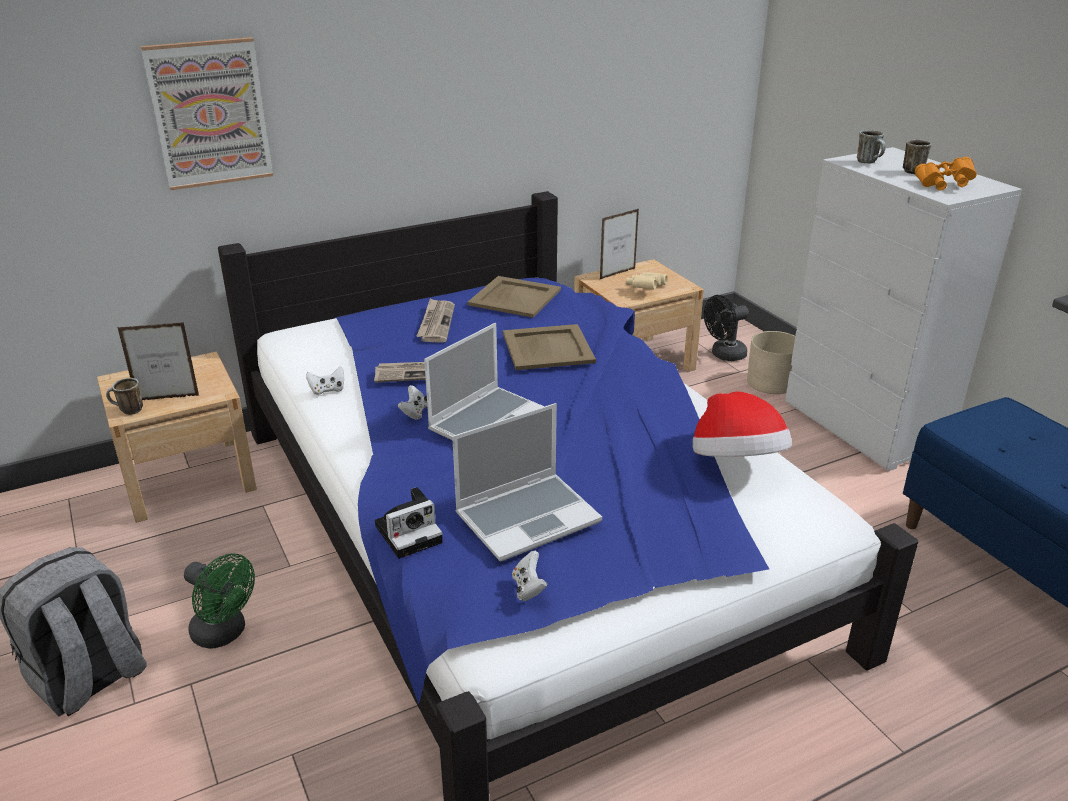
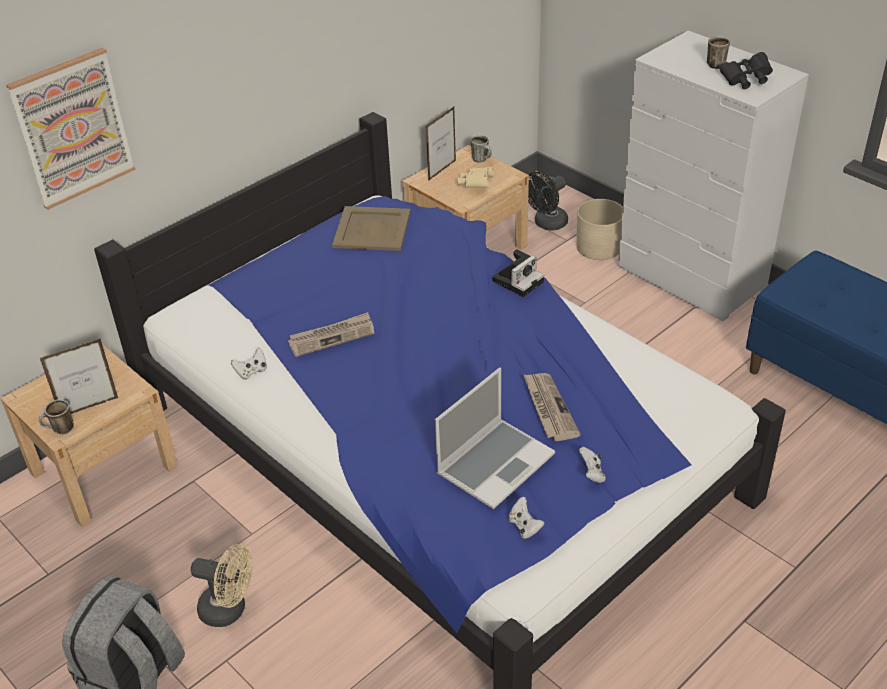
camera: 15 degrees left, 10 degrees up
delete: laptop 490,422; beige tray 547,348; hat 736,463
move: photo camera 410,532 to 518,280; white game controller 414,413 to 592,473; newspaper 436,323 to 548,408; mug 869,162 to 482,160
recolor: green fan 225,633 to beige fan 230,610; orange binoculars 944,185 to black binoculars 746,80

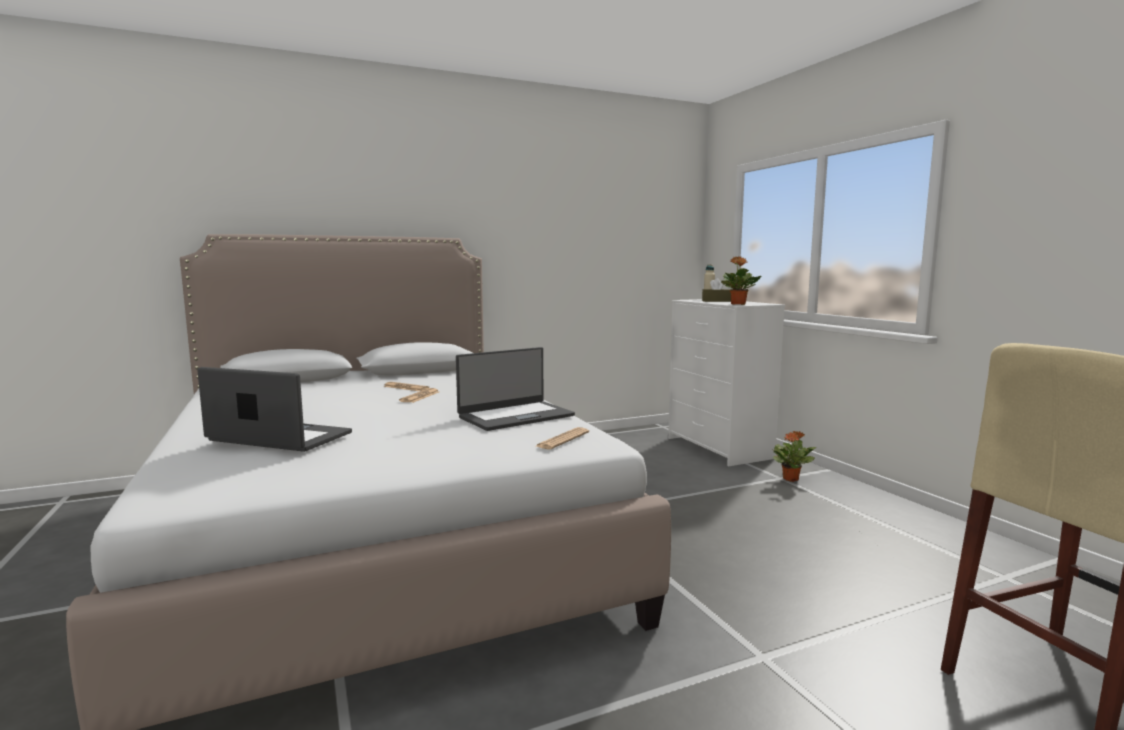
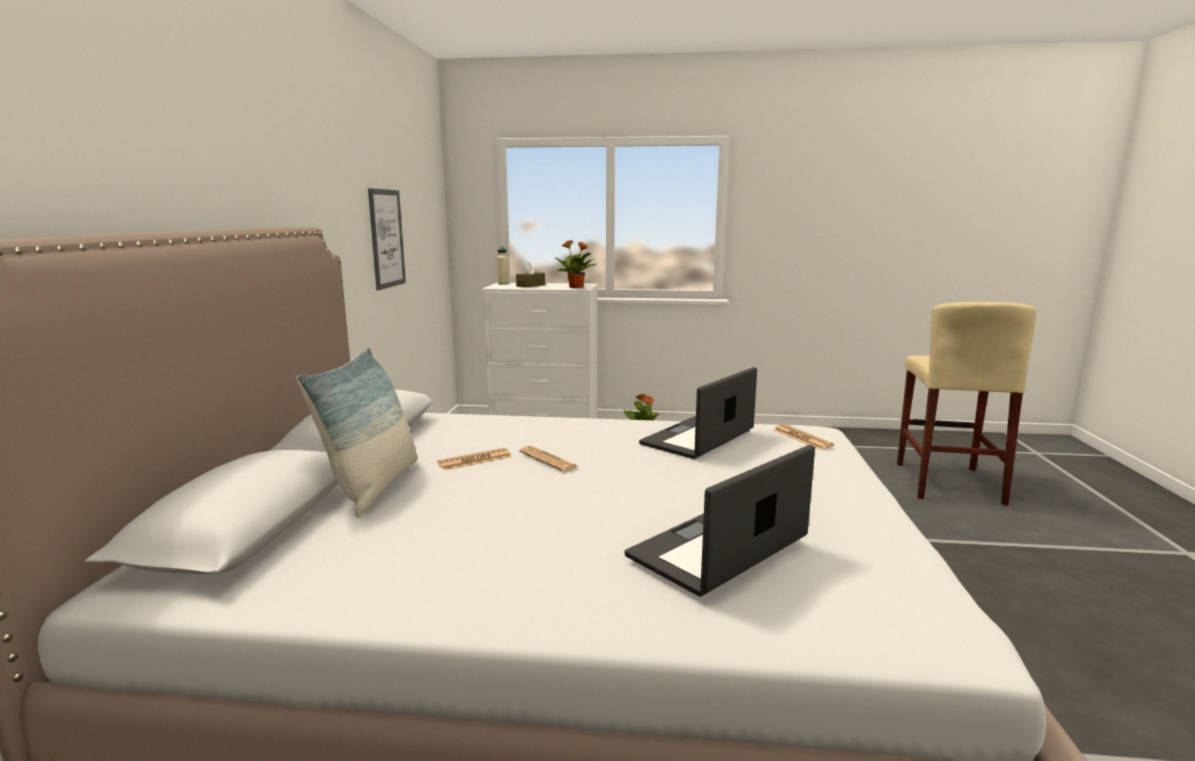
camera: 60 degrees left, 5 degrees up
insert: pillow 373,486; picture 387,238
rotate: laptop 515,416 = 699,438 135 degrees counterclockwise

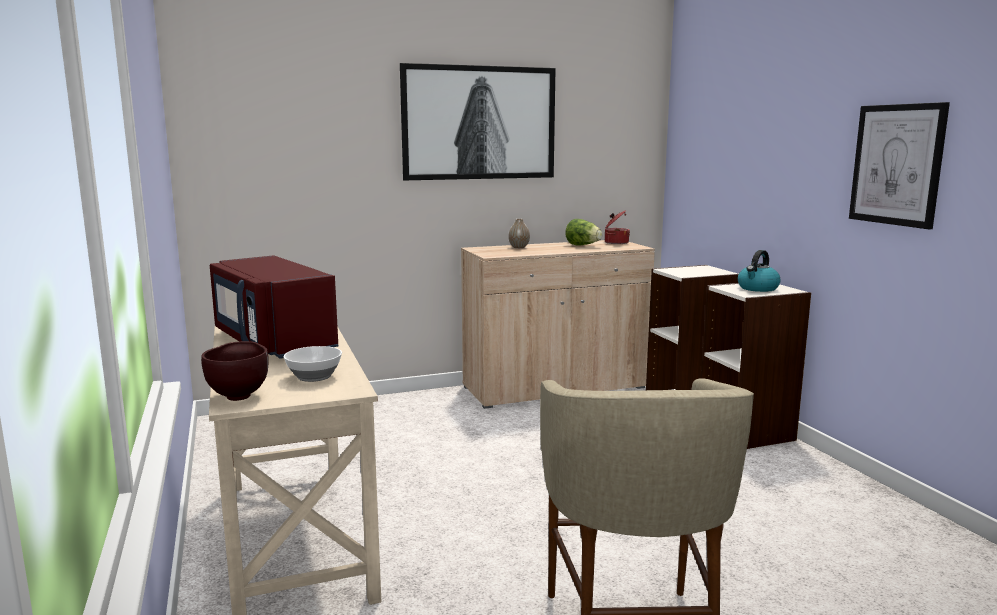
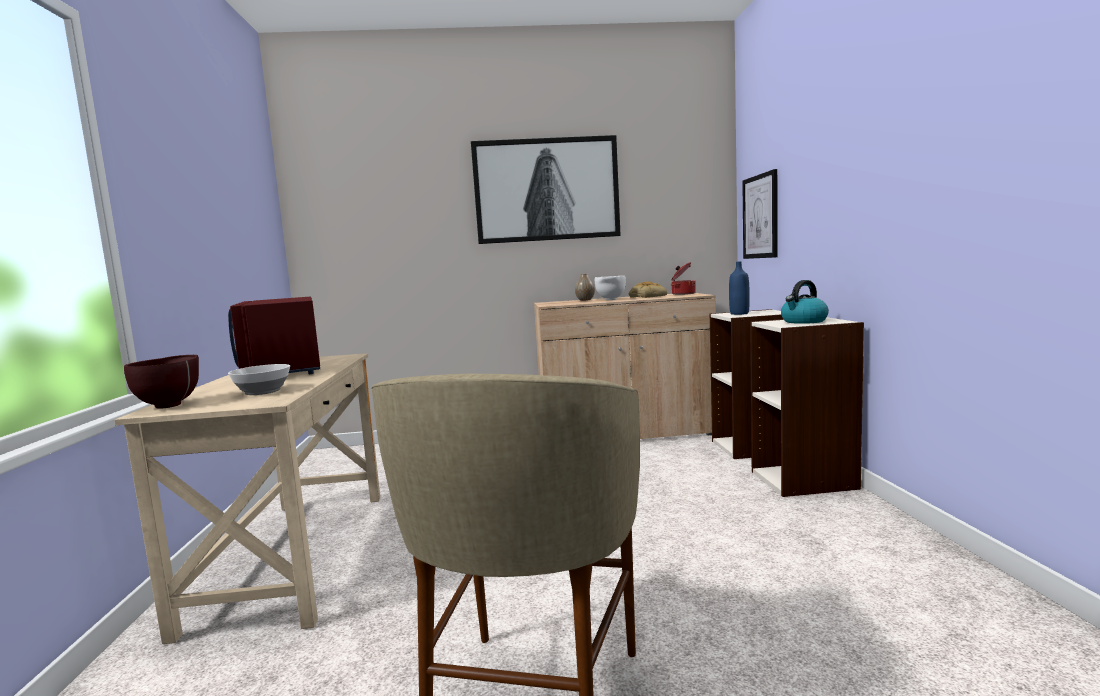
camera: 15 degrees right, 5 degrees down
insert: white bowl 610,300; blue bottle 739,313
move: picture 897,165 to 760,216
replace: lettuce 583,245 to bread 647,296

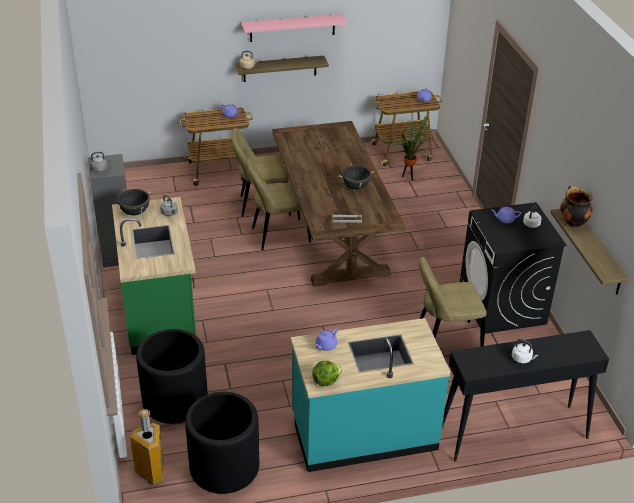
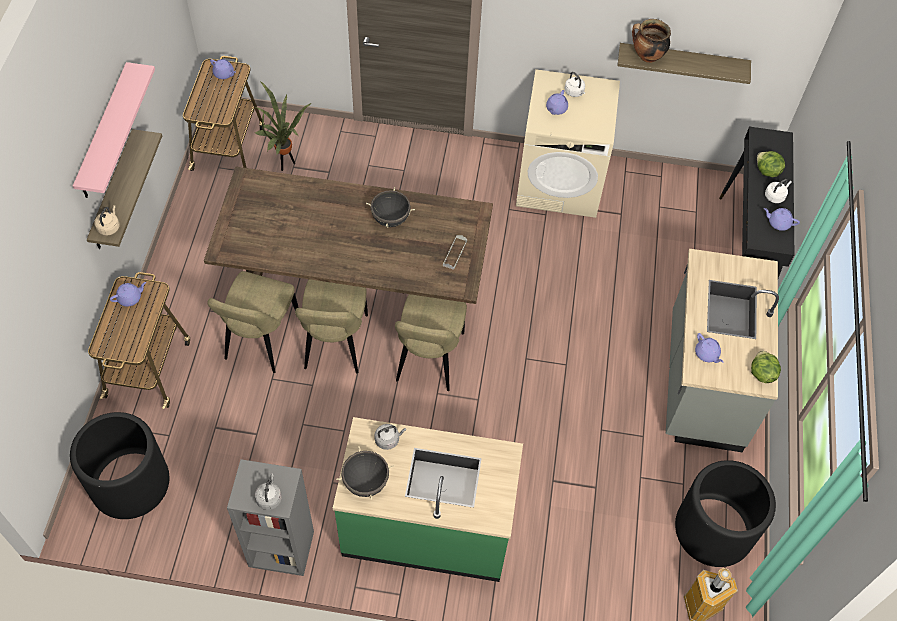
camera: 70 degrees left, 20 degrees up
insert: lettuce 767,171; purple teapot 778,223
move: black planter 175,400 to 130,483; beige chair 444,340 to 428,360
recolor: turquoise counter 363,432 to grey counter 702,381; black washing machine 502,306 to beige washing machine 560,182

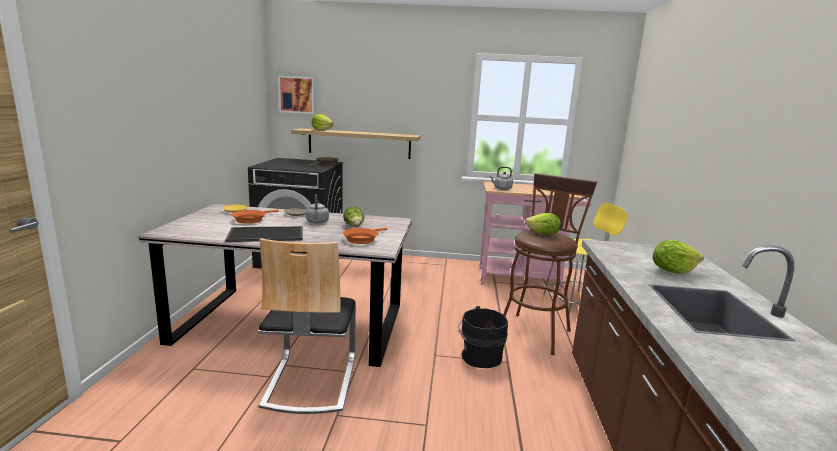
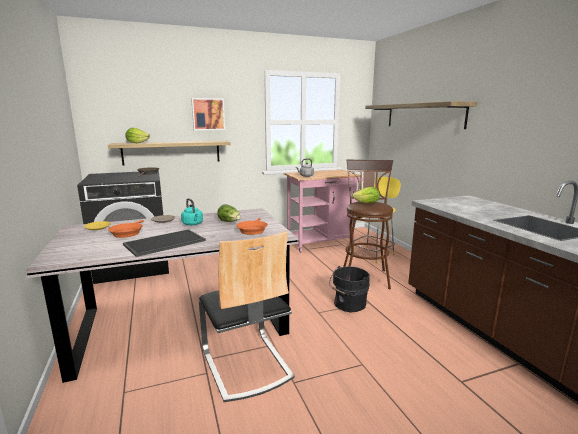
camera: 25 degrees left, 0 degrees up
delete: lettuce 672,271
insert: shelf 423,115
move: picture 297,94 to 208,114
recolor: grey kettle 317,222 to turquoise kettle 193,224

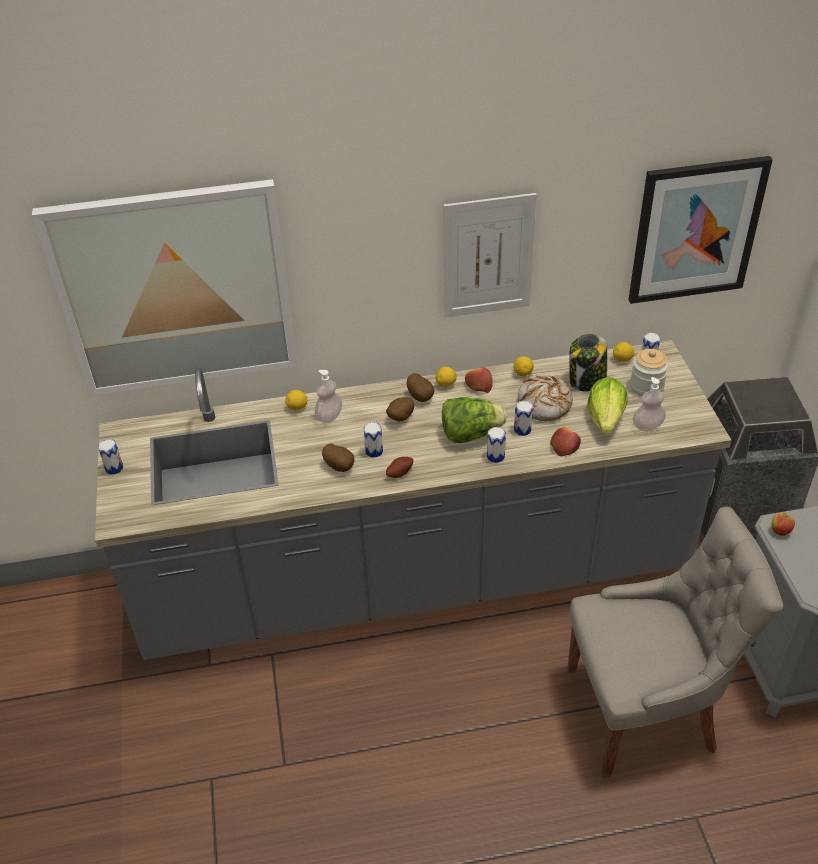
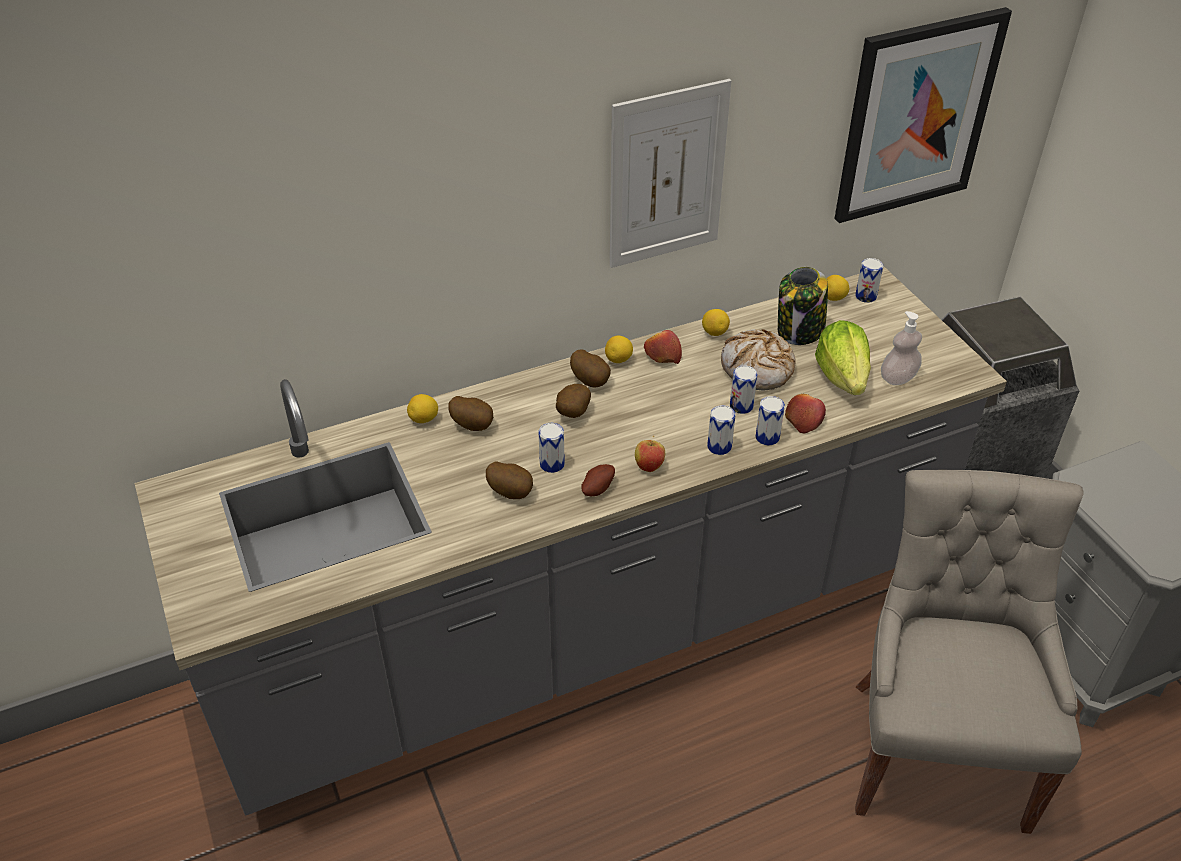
camera: 15 degrees left, 0 degrees up
delete: picture 175,290; lettuce 470,434; jar 646,386
move: can 114,468 to 767,437; apple 780,531 to 649,466
replace: soap dispenser 329,416 to potato 473,425
rotate: grey chair 644,710 = 935,749 60 degrees counterclockwise

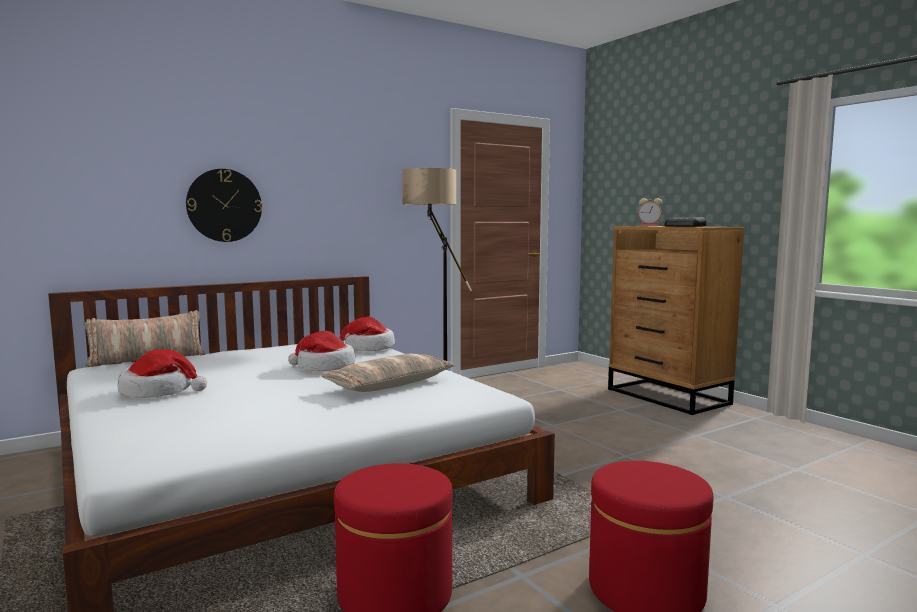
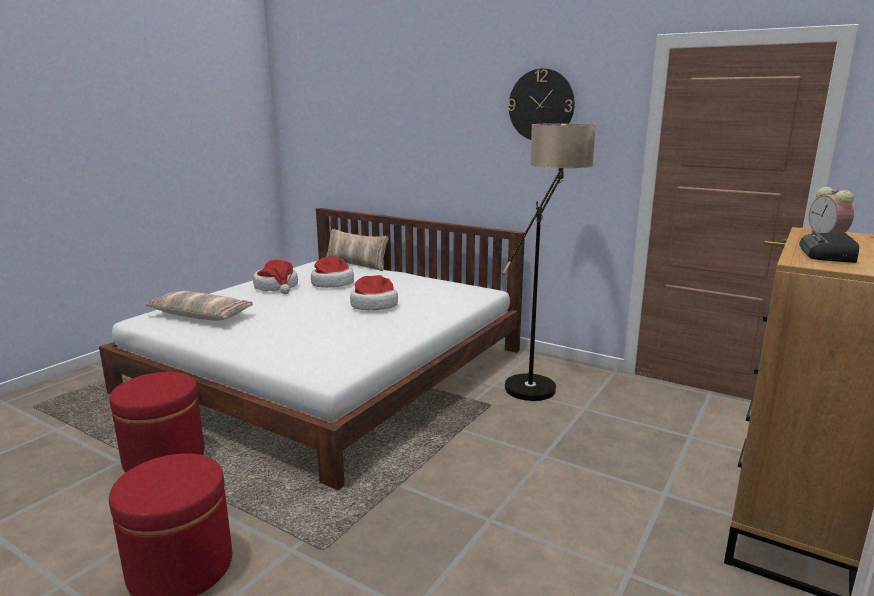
camera: 65 degrees right, 10 degrees up
move: wall clock 224,205 to 541,105; pillow 389,385 to 200,315; hat 367,348 to 332,283

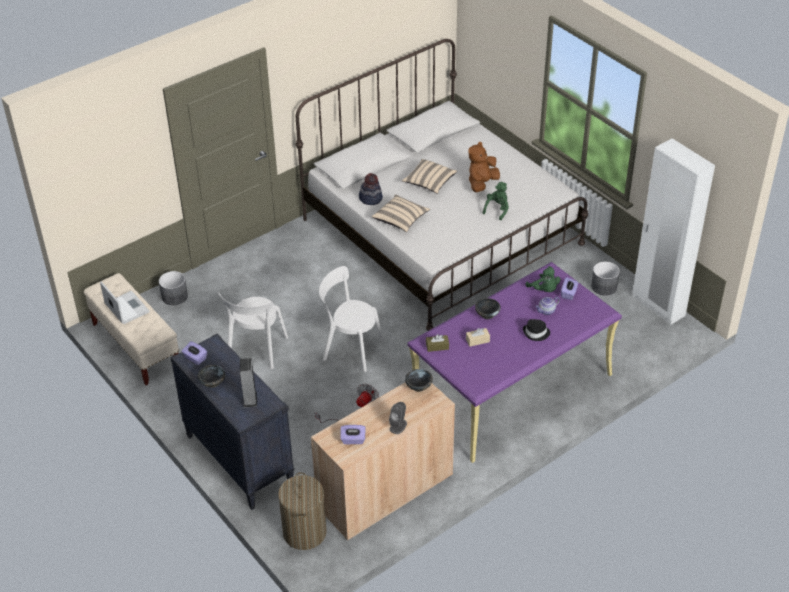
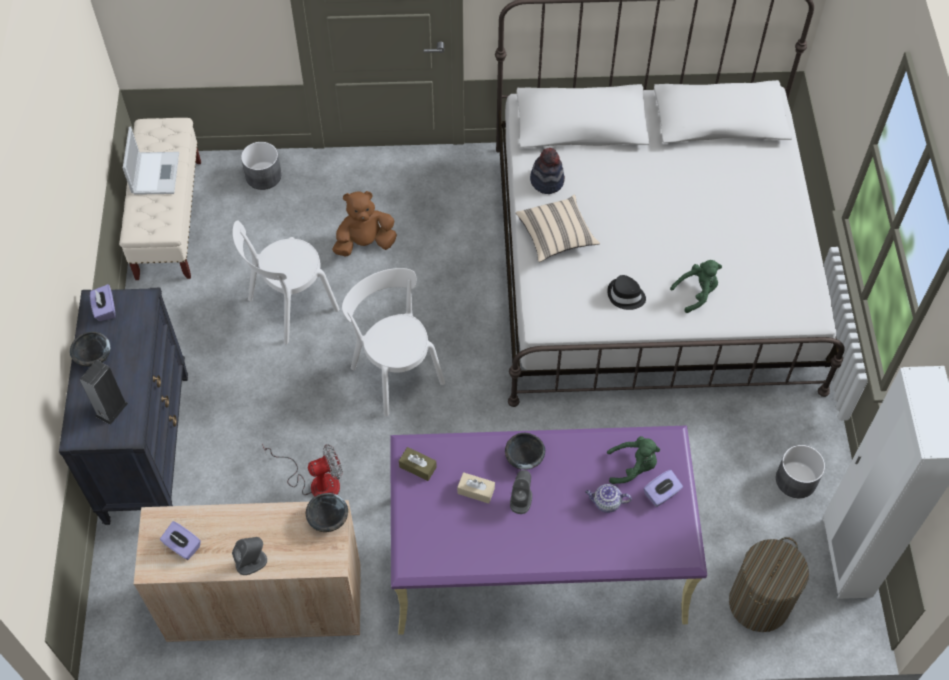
camera: 35 degrees right, 15 degrees up
delete: beige pillow 429,183
insert: grey speaker 521,499
move: laundry basket 304,532 to 759,603; brown plush toy 482,183 to 365,243; black hat 536,333 to 625,296
rotate: green plush toy 544,290 = 633,467 90 degrees counterclockwise

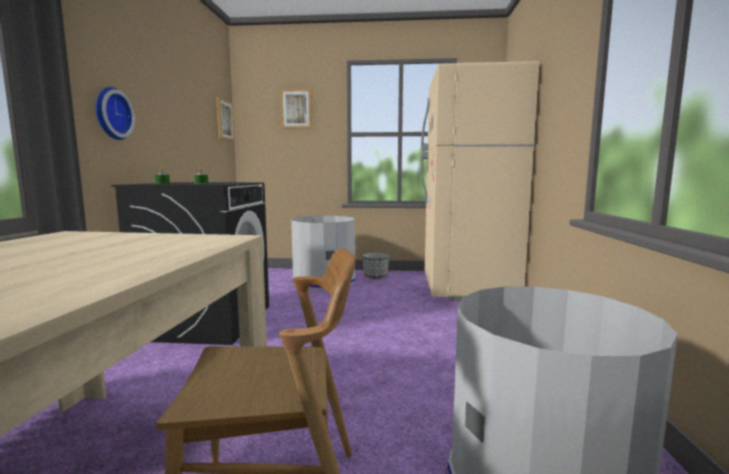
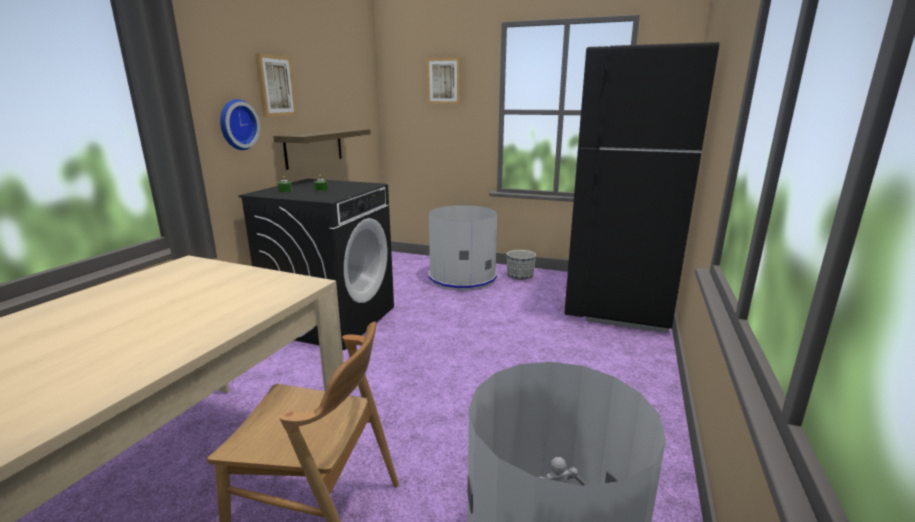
camera: 15 degrees right, 10 degrees up
insert: shelf 314,147
move: picture 224,120 to 275,86
recolor: beige fridge 467,288 to black fridge 617,304

